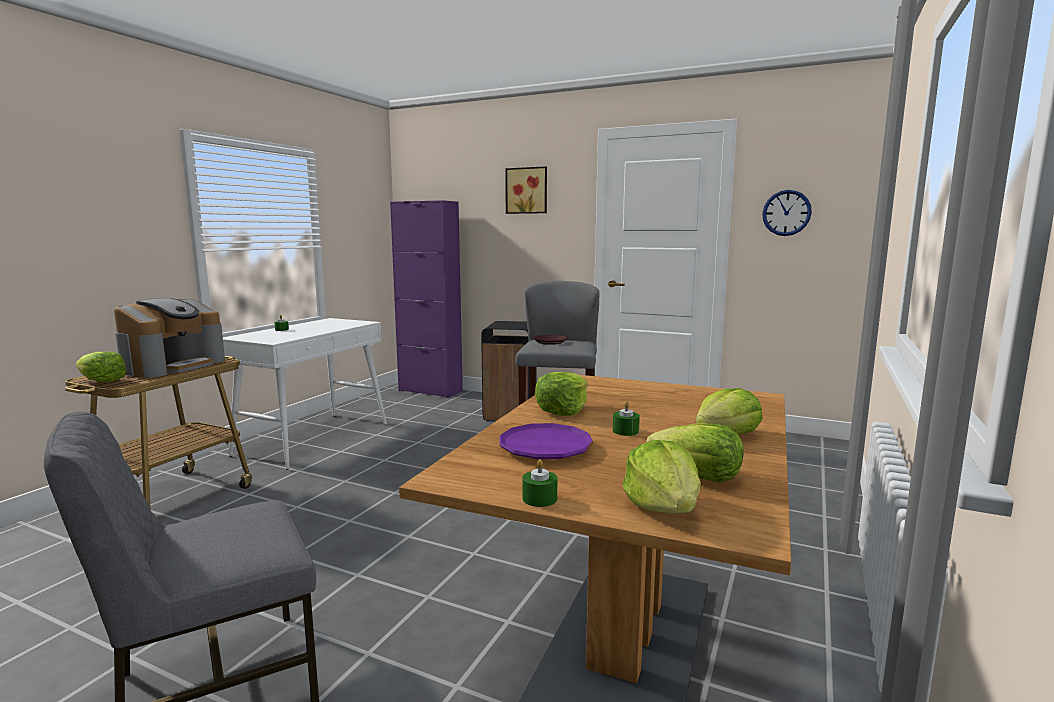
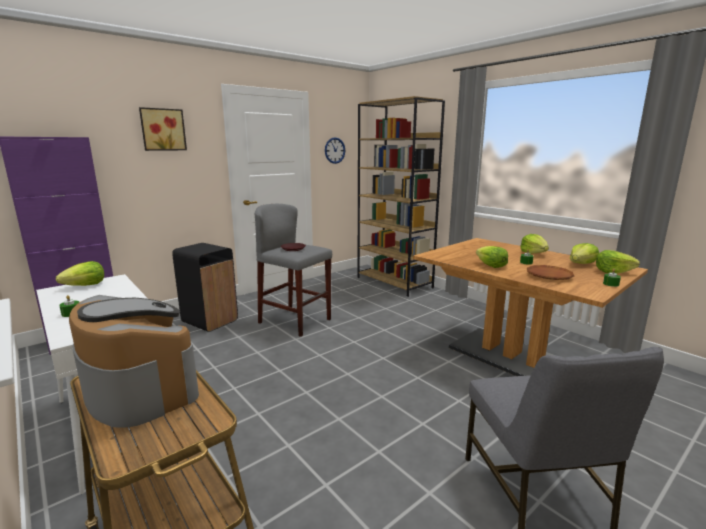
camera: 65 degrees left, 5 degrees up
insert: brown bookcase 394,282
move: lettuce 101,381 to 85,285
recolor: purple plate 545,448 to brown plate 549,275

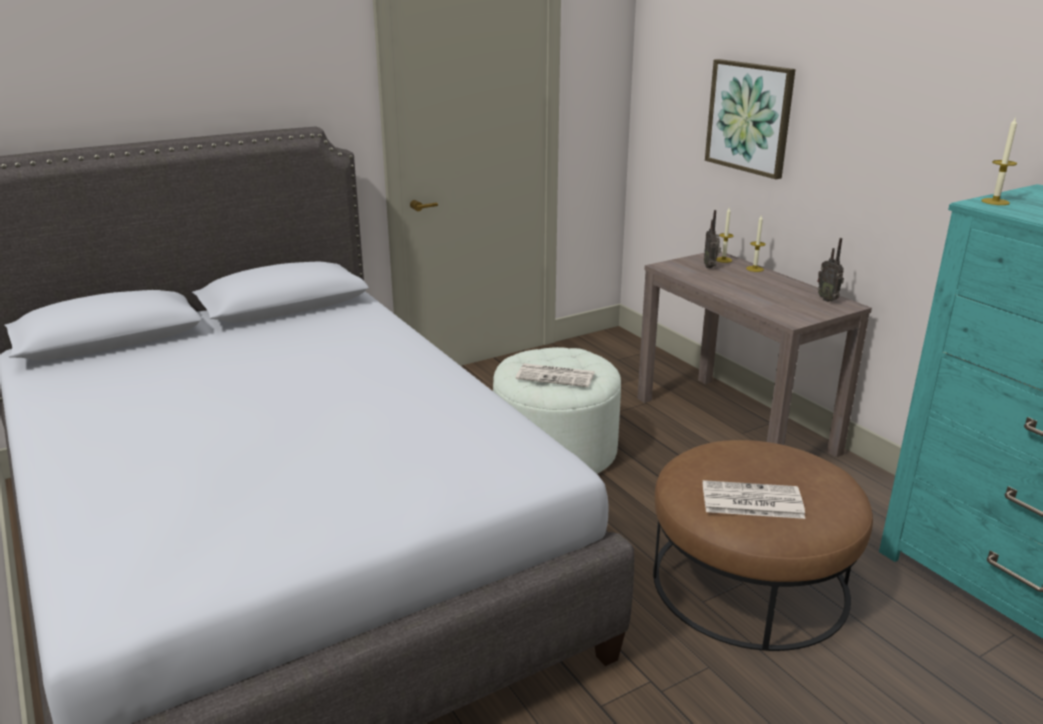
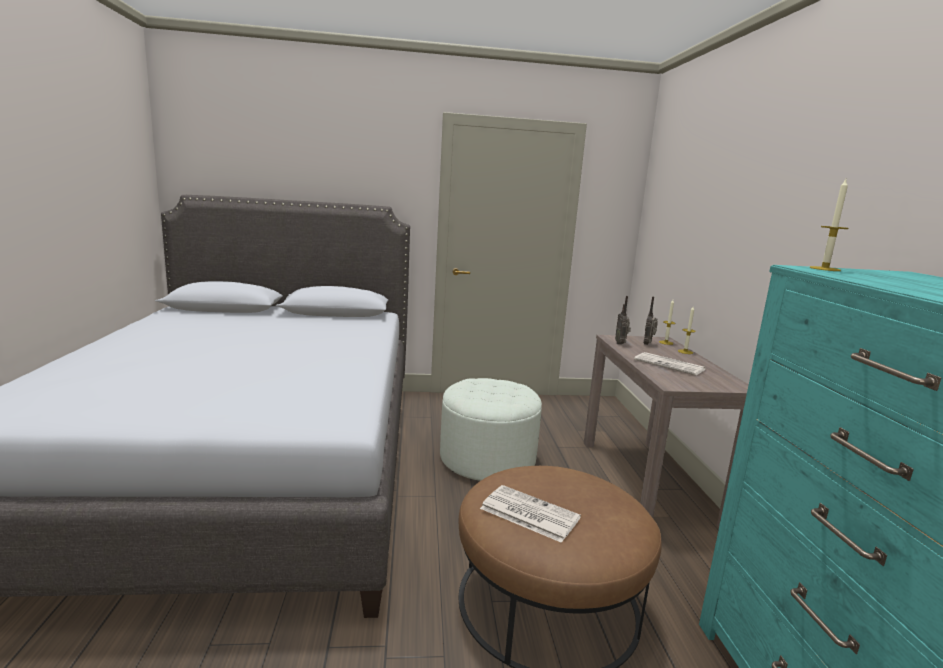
camera: 25 degrees right, 10 degrees down
delete: picture 750,117
move: newspaper 556,376 to 670,365; radio 828,299 to 621,343

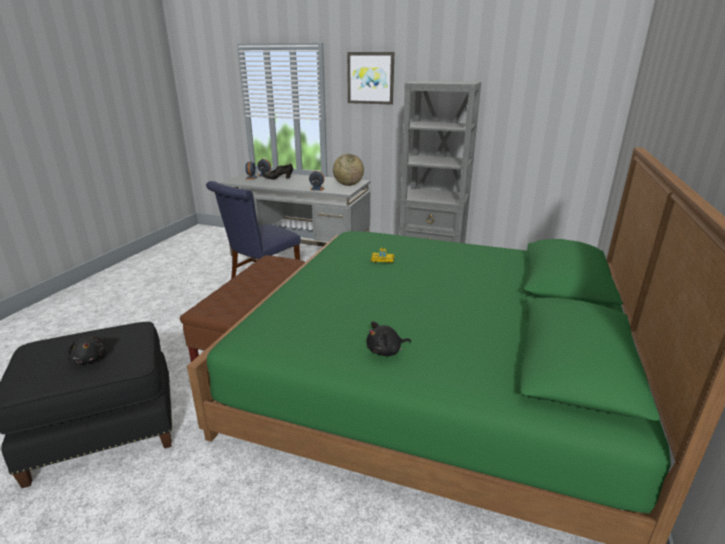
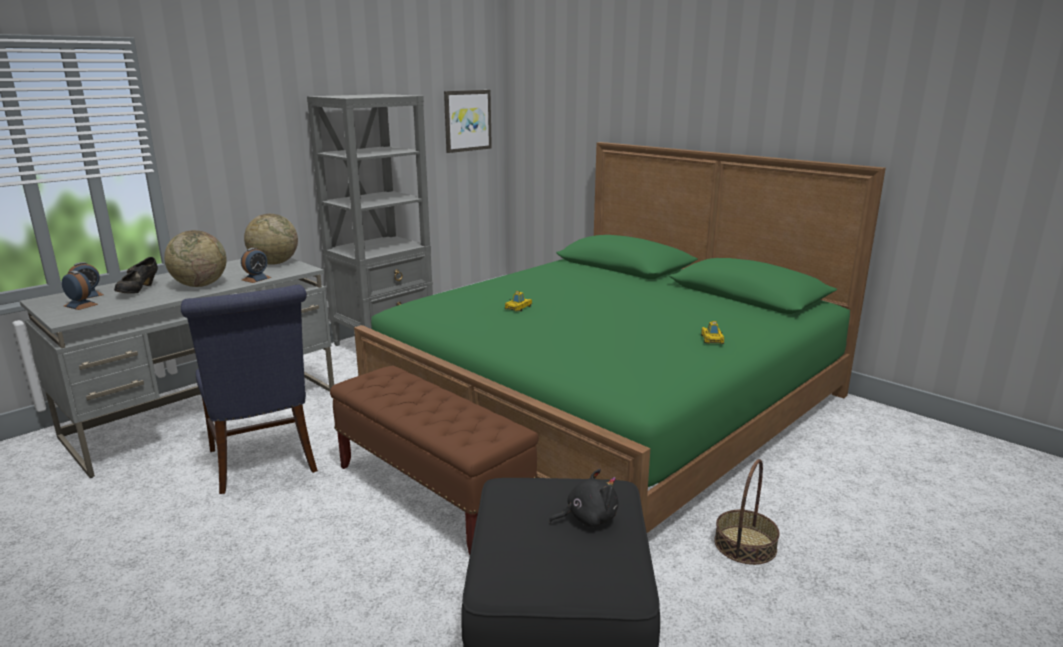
camera: 65 degrees left, 5 degrees down
insert: globe 200,285; basket 745,545
move: picture 370,78 to 467,120
replace: black plush toy 386,351 to toy car 712,339

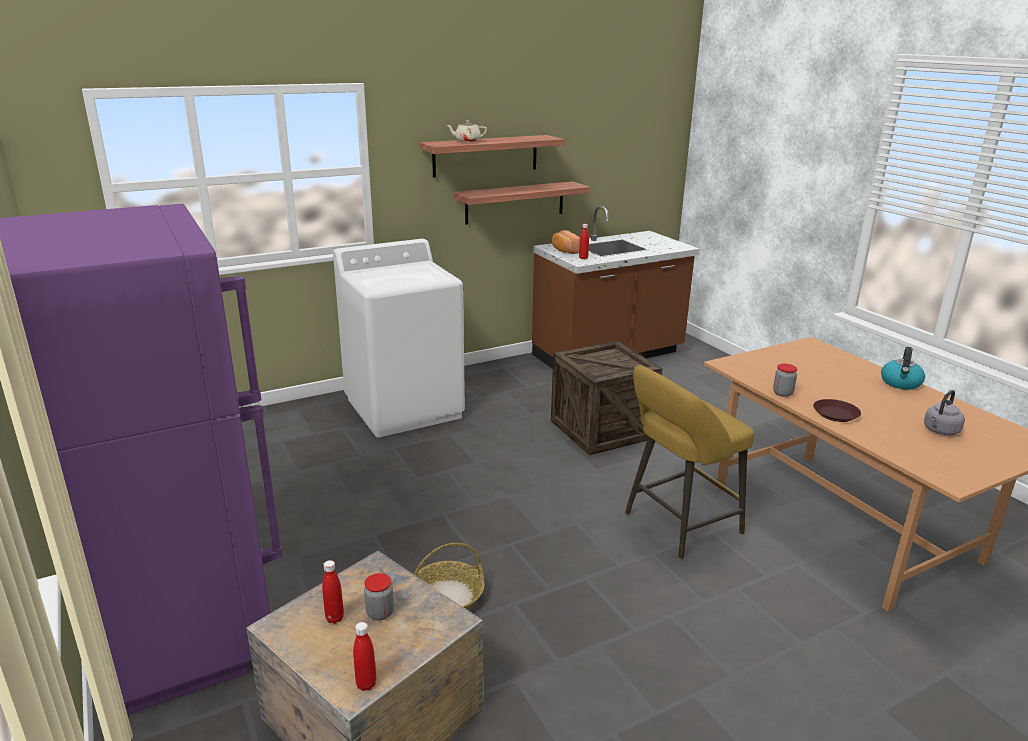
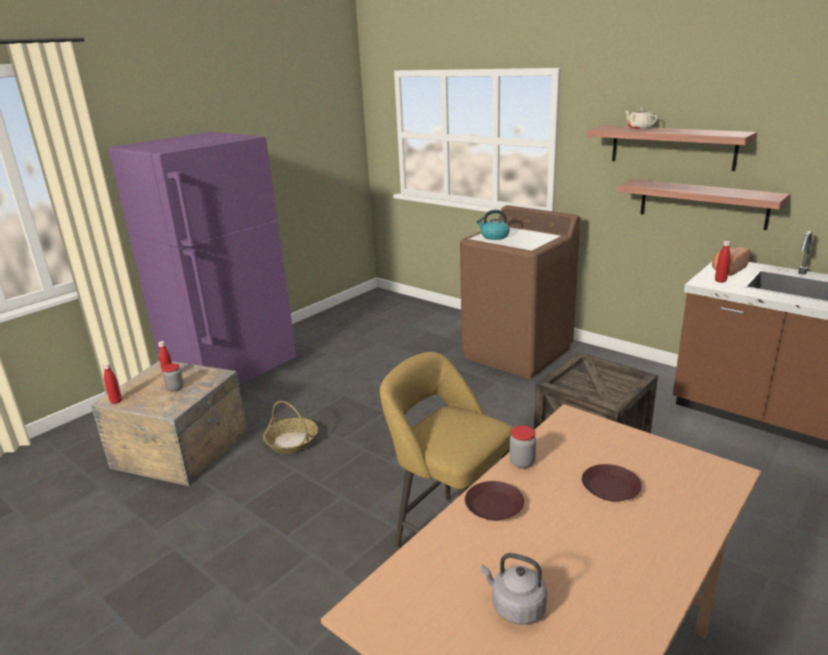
camera: 70 degrees right, 0 degrees up
insert: brown plate 609,487
move: kettle 901,383 to 494,236
recolor: white washing machine 405,408 to brown washing machine 517,353

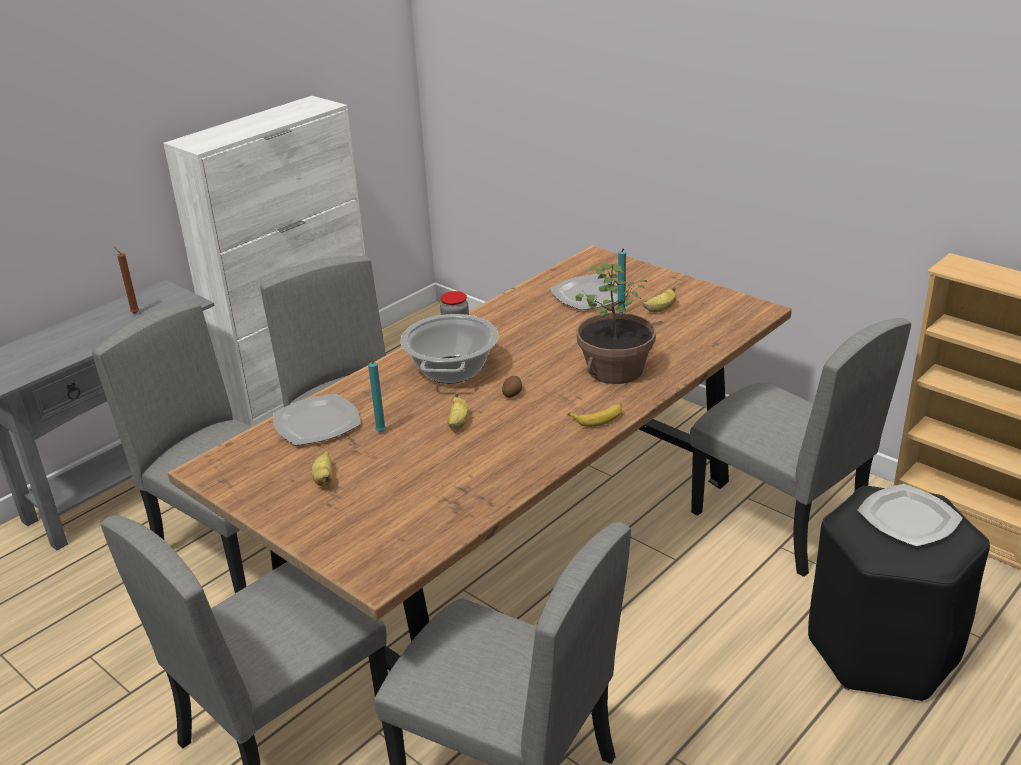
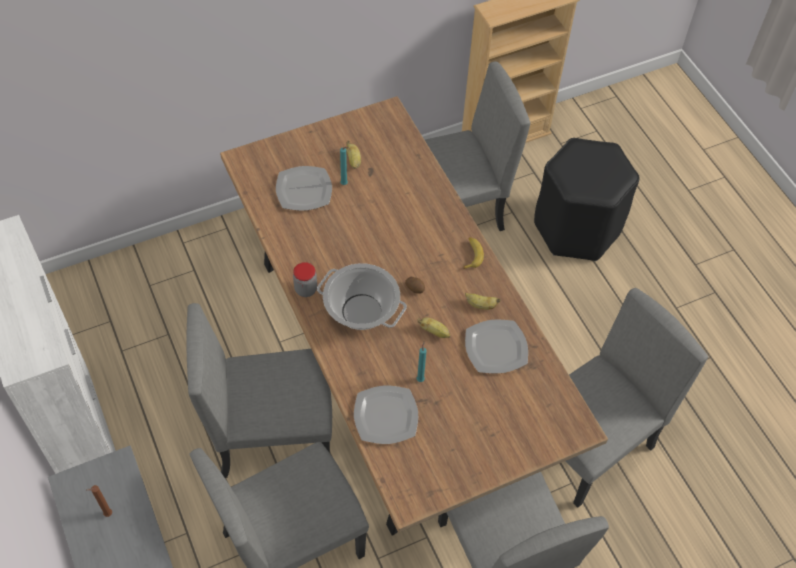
camera: 70 degrees left, 25 degrees up
delete: potted plant 616,370
move: banana 324,479 to 480,305; plate 909,519 to 496,348

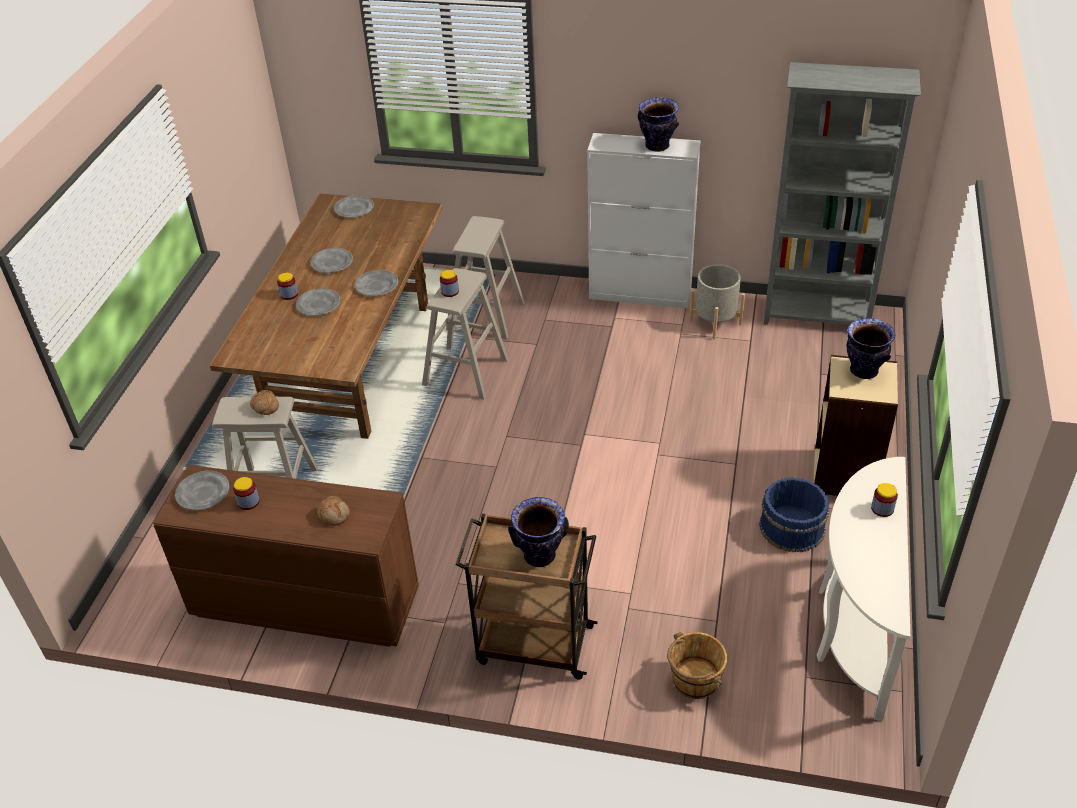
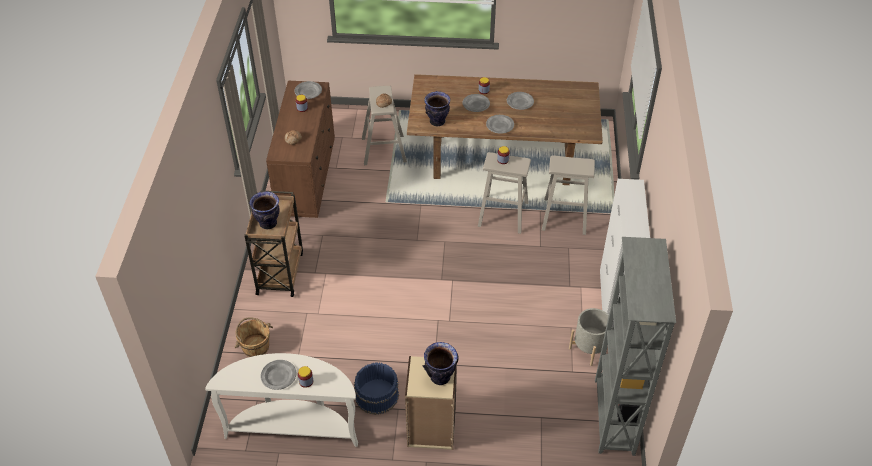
camera: 80 degrees right, 5 degrees up
move: grey plate 354,209 to 278,376; vase 657,146 to 437,121

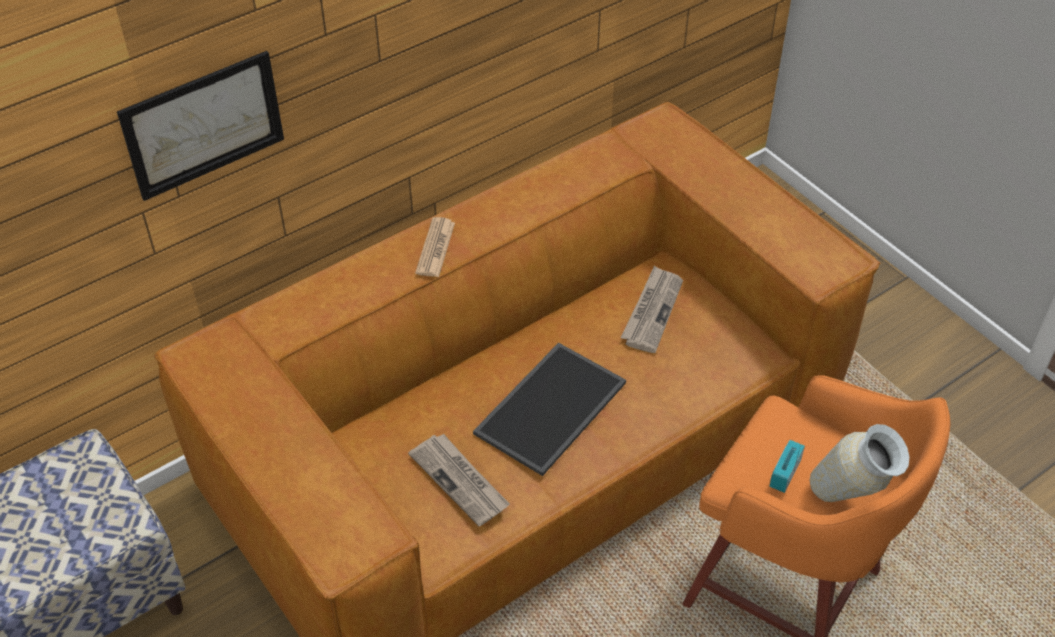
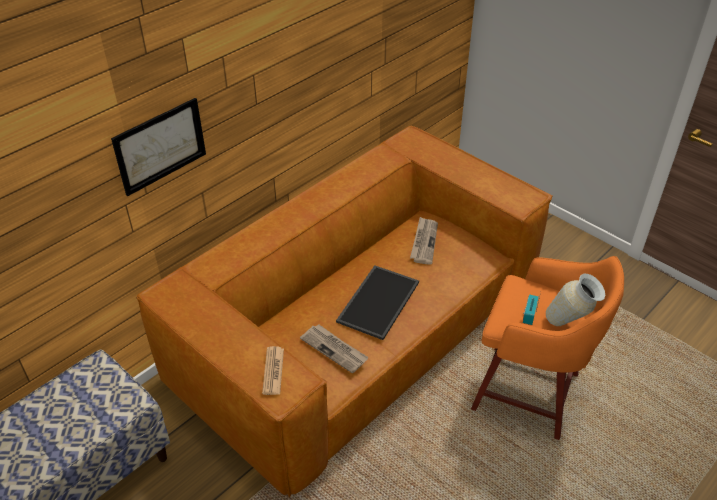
camera: 10 degrees left, 5 degrees down
move: newspaper 435,248 to 273,371

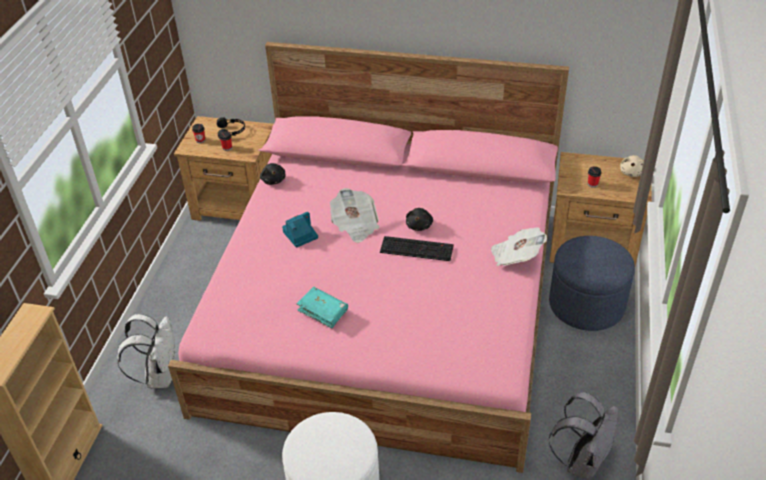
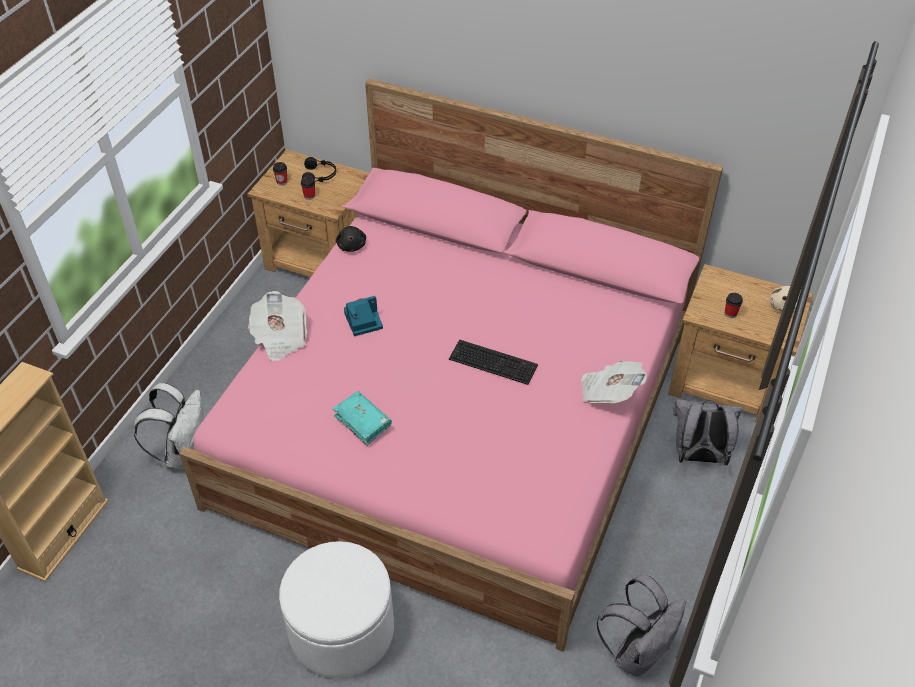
camera: 10 degrees right, 5 degrees up
delete: black plush toy 419,225
move: newspaper 355,225 to 280,338
replace: blue ottoman 586,304 to grey backpack 698,456

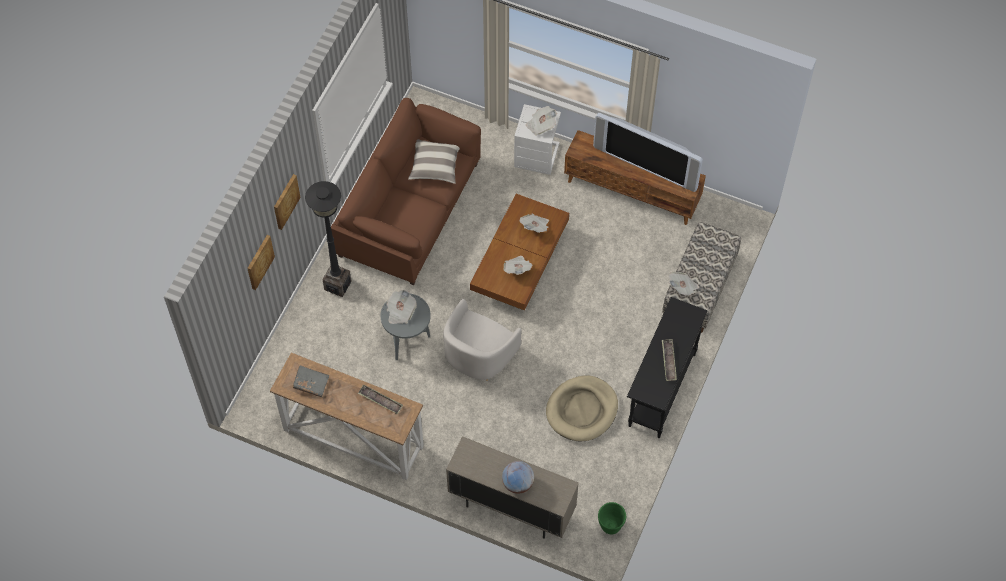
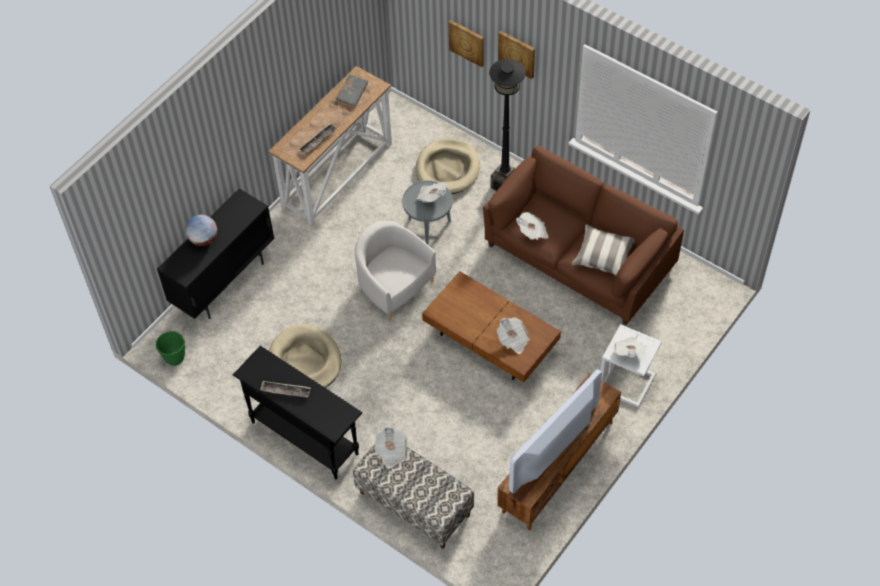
camera: 105 degrees right, 5 degrees down
insert: beige dog bed 447,169
move: newspaper 517,269 to 532,232
recolor: beige cabinet 511,508 to black cabinet 224,283

